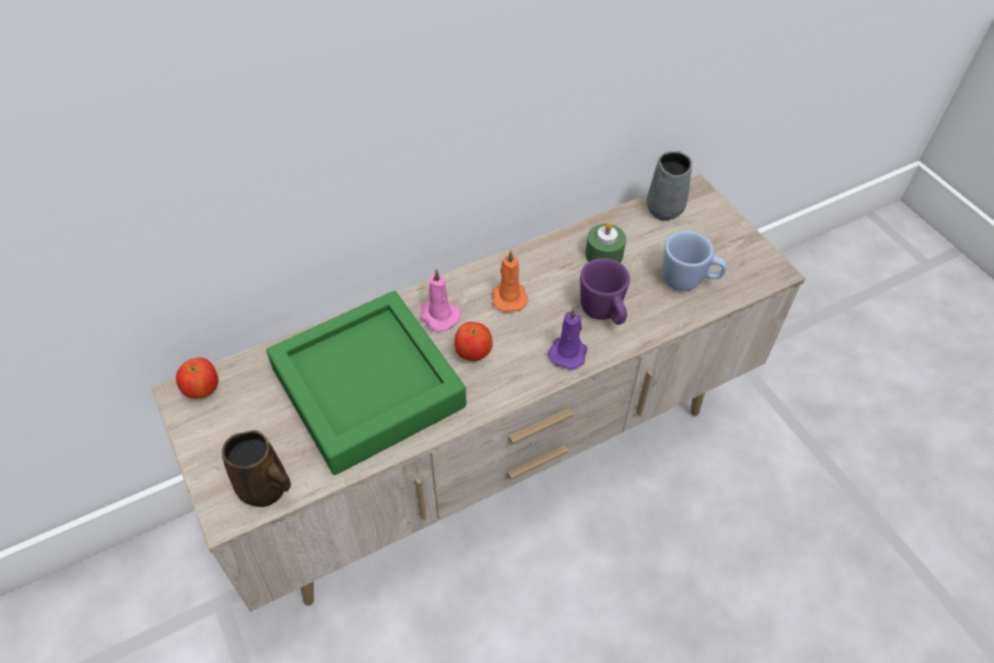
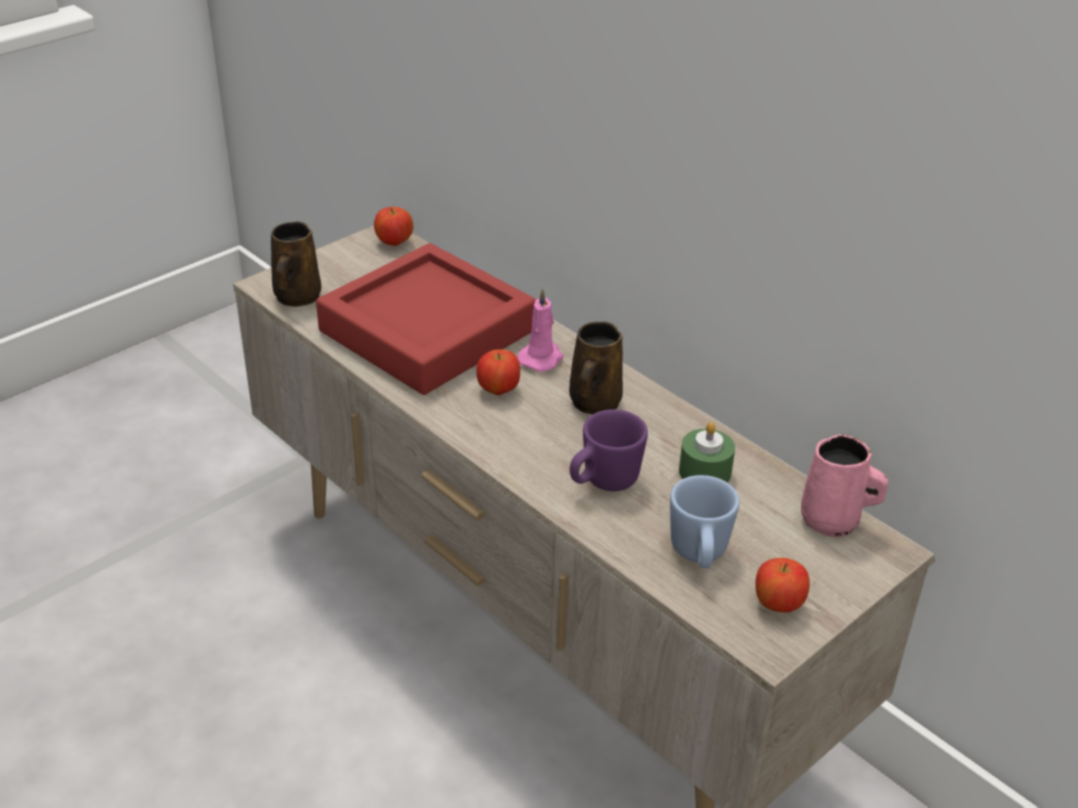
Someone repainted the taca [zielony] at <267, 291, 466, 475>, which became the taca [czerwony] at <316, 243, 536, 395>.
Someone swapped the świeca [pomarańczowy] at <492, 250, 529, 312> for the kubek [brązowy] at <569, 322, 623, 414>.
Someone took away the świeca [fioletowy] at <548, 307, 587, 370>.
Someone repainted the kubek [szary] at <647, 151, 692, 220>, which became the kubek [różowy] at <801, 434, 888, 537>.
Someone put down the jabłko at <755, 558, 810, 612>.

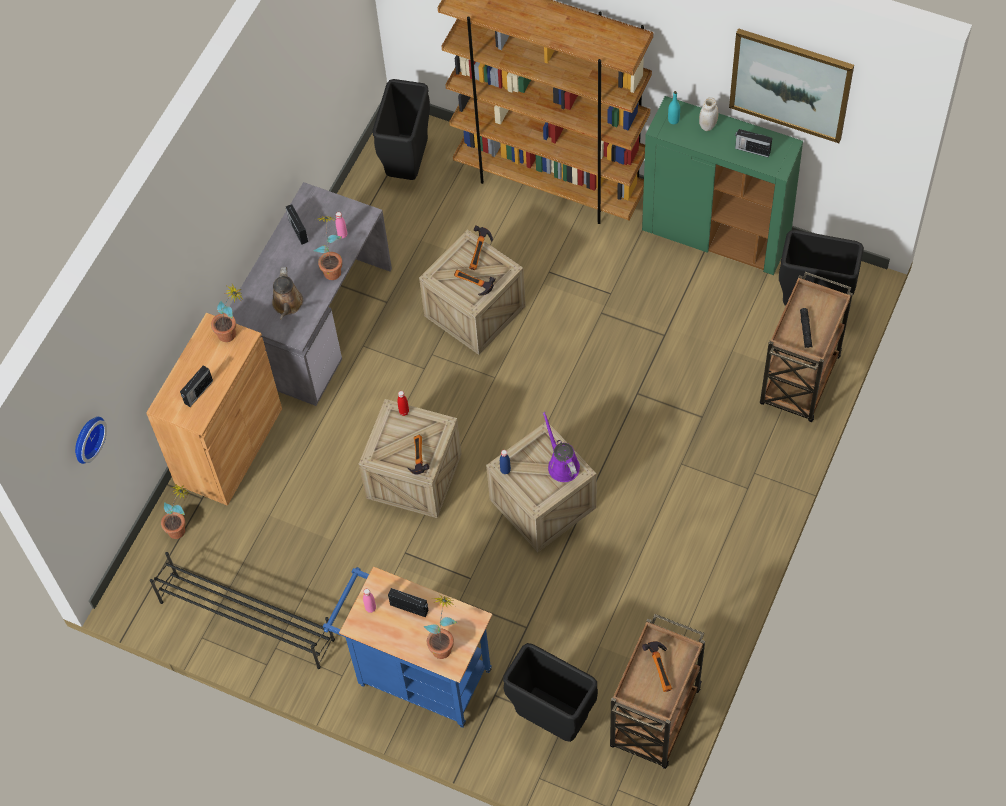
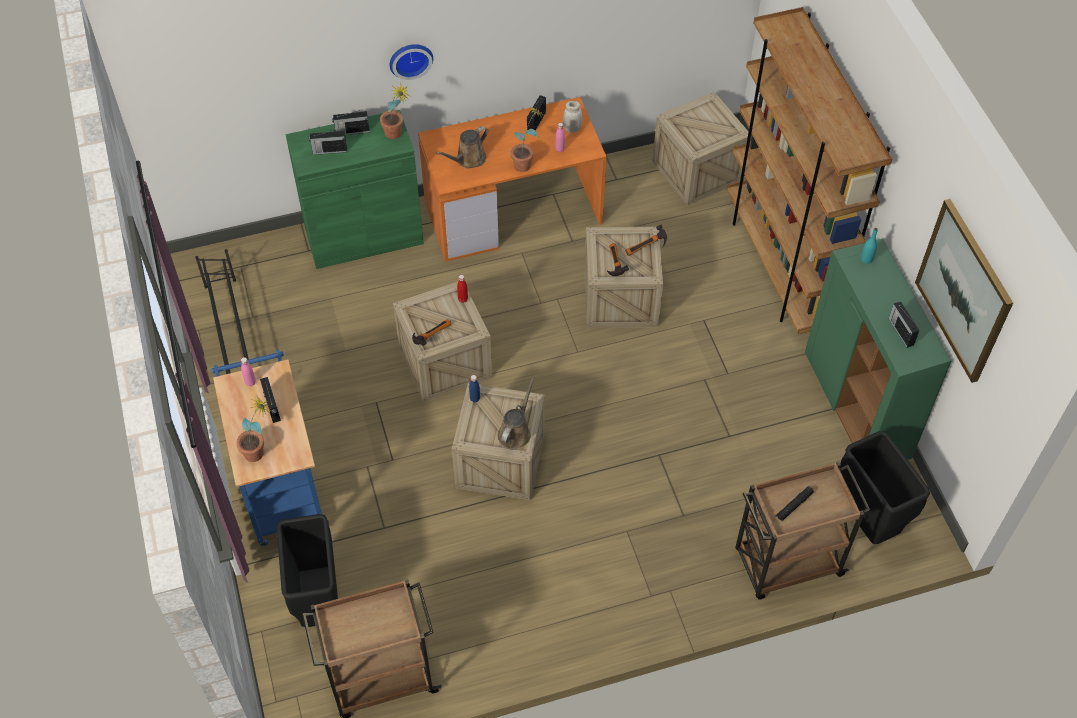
Someone carried the zegar ścienny from <75, 417, 107, 464> to <390, 44, 433, 80>.
Someone repainted the szafka [brązowy] at <146, 313, 282, 506>, which became the szafka [zielony] at <286, 110, 424, 269>.
Someone took away the roślina doniczkowa at <161, 482, 190, 539>.
Someone repainted the biurko [szary] at <230, 182, 392, 406>, which became the biurko [pomarańczowy] at <418, 97, 606, 262>.
Someone swapped the kosz na śmieci [czarny] at <372, 79, 430, 180> for the skrzynka at <652, 92, 752, 206>.
Someone repainted the konewka [fioletowy] at <543, 412, 580, 482>, which became the konewka [brązowy] at <498, 377, 535, 450>.
Someone took away the młotek at <642, 641, 672, 692>.
Someone carried the słoik [biały] from <699, 97, 718, 131> to <563, 101, 582, 133>.
Someone put down the radio at <332, 110, 370, 135>.

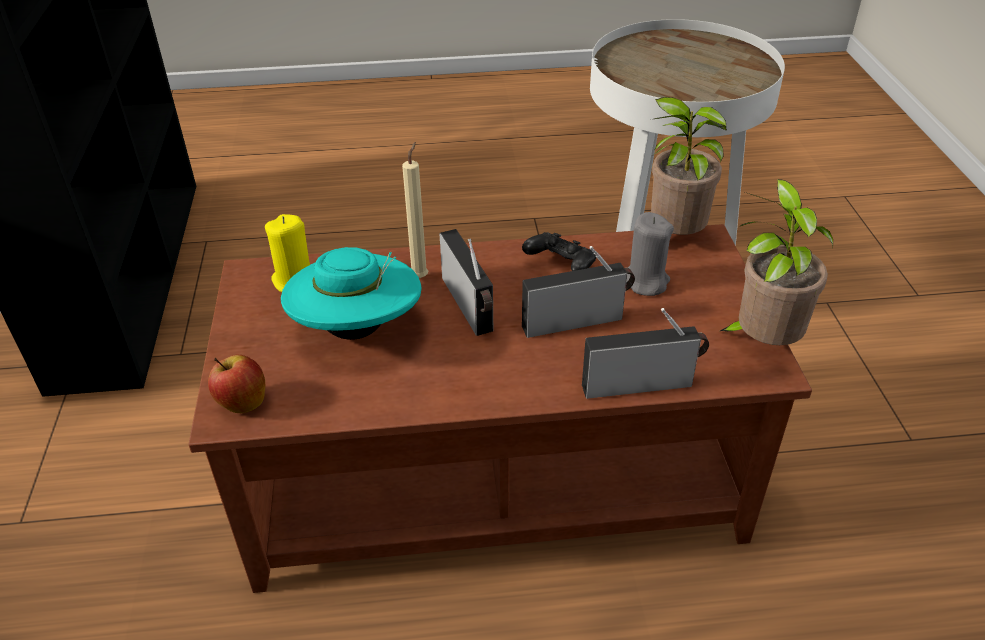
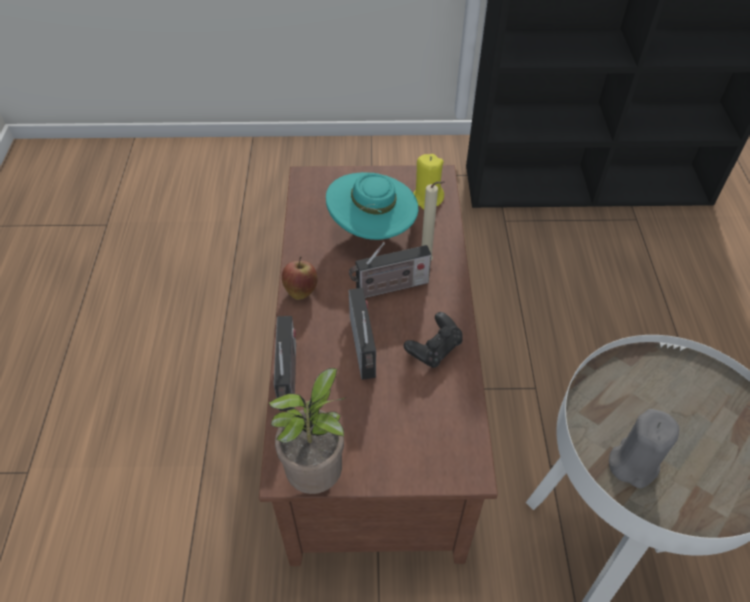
Someone carried the jabłko from <208, 355, 265, 413> to <282, 257, 317, 300>.
Someone carried the świeca [szary] from <626, 212, 674, 296> to <609, 409, 679, 488>.
Someone took away the roślina doniczkowa at <650, 97, 727, 235>.

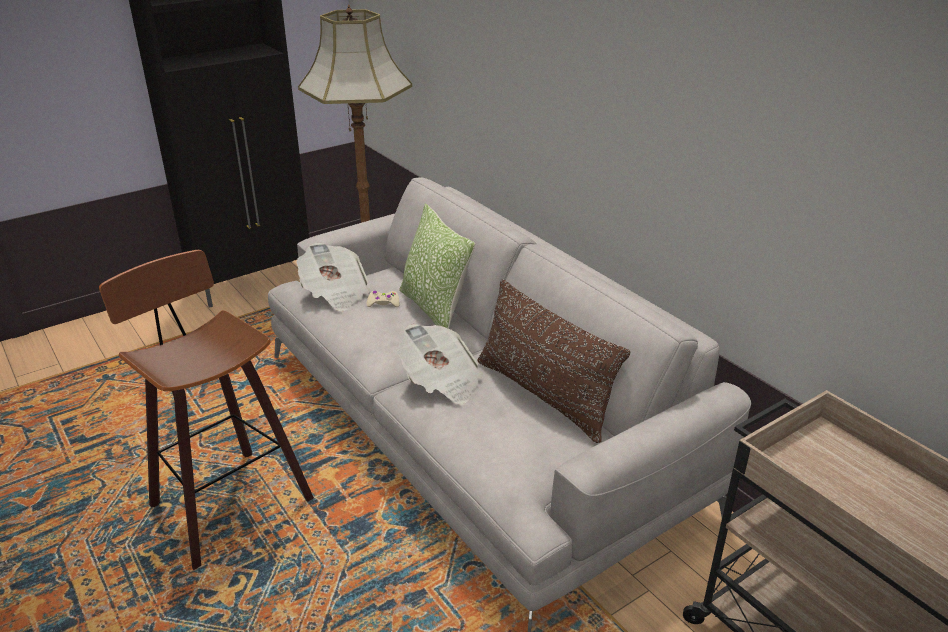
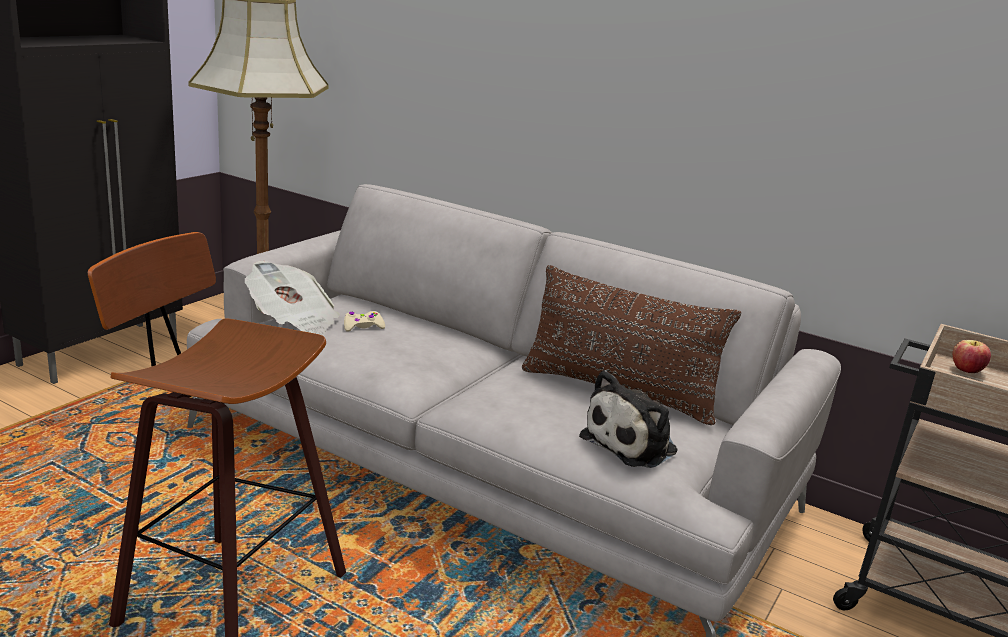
Someone took away the gazeta at <397, 324, 483, 405>.
Someone took away the poduszka at <399, 204, 475, 329>.
Someone put down the pluszak at <579, 370, 678, 468>.
Someone put down the jabłko at <952, 340, 991, 373>.

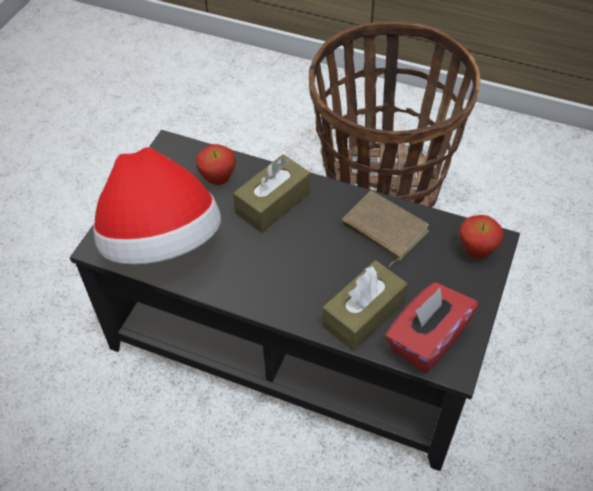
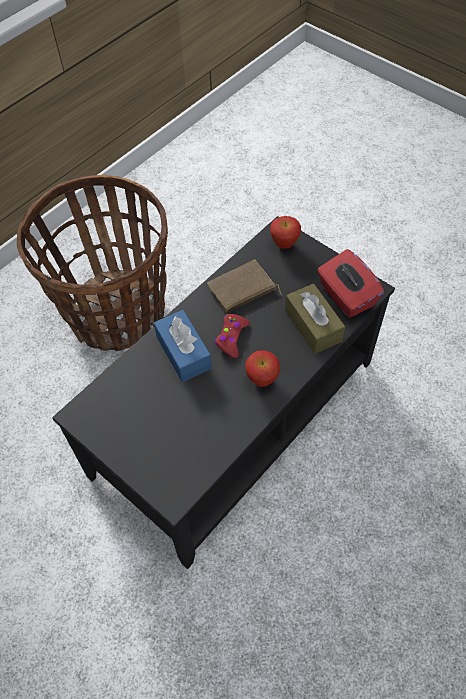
Someone took away the kapelusz at <93, 147, 221, 265>.
Someone carried the jabłko from <196, 144, 236, 185> to <245, 350, 280, 387>.
Someone repainted the pudełko chusteczek [brązowy] at <233, 154, 310, 233>, which became the pudełko chusteczek [niebieski] at <154, 310, 212, 382>.
Someone put down the pad do gier [czerwony] at <215, 314, 250, 358>.

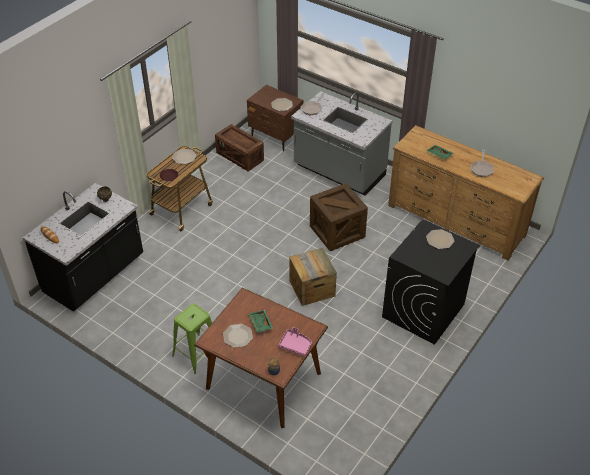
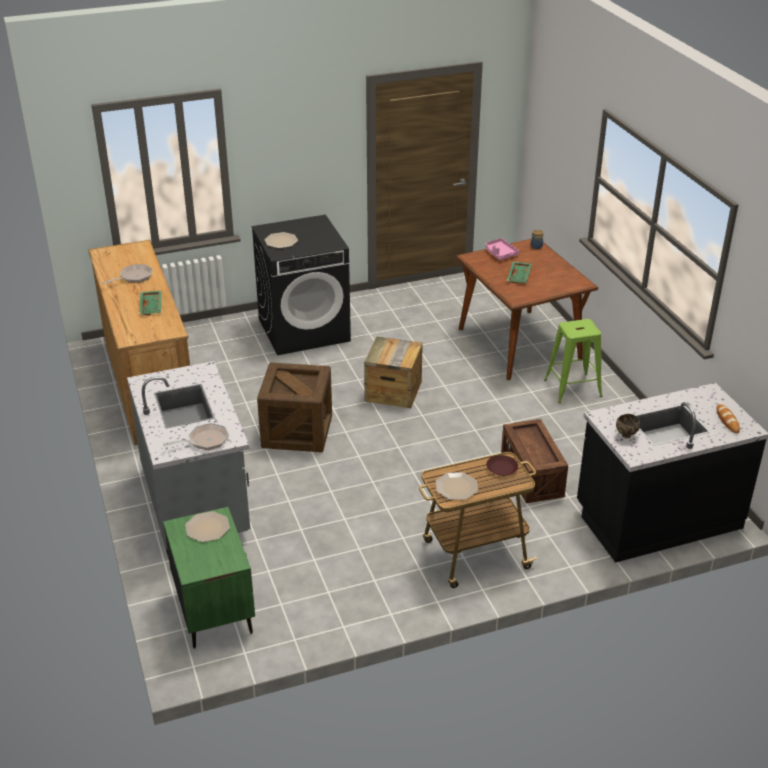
Someone carried the skrzynka from <215, 124, 264, 171> to <501, 419, 568, 503>.
Someone took away the talerz at <223, 324, 253, 348>.
Someone repainted the szafka nocna [brązowy] at <247, 85, 303, 151>, which became the szafka nocna [zielony] at <163, 507, 255, 649>.

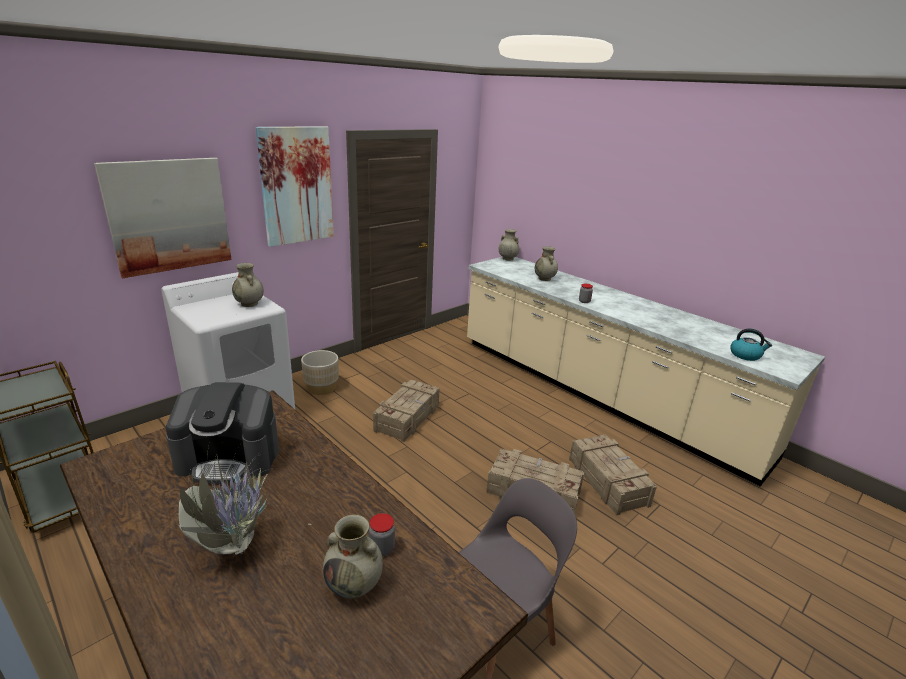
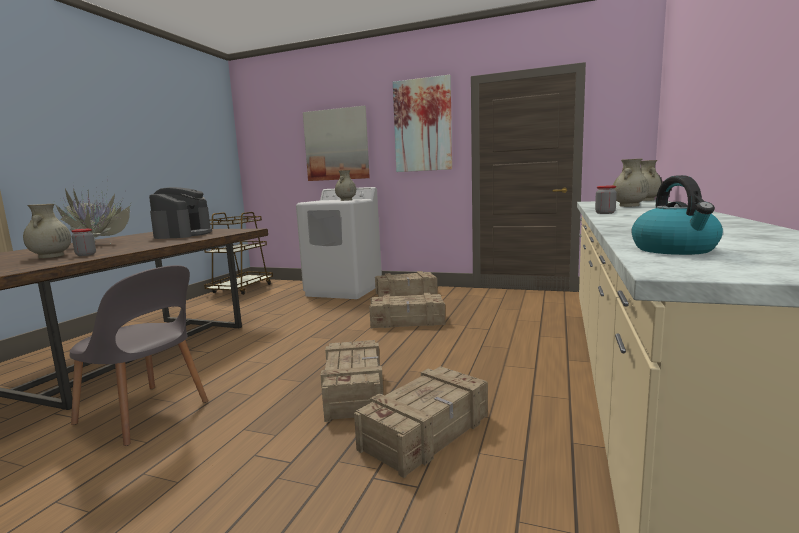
Someone rotated the ekspres do kawy at <165, 382, 279, 484> by 150 degrees counterclockwise.
Someone swapped the donica [beżowy] at <301, 350, 339, 395> for the skrzynka at <375, 271, 438, 297>.

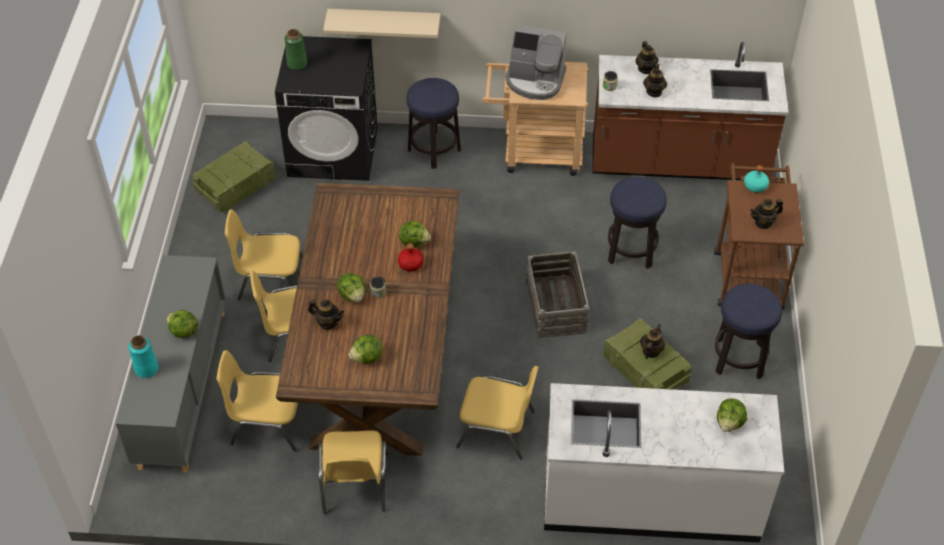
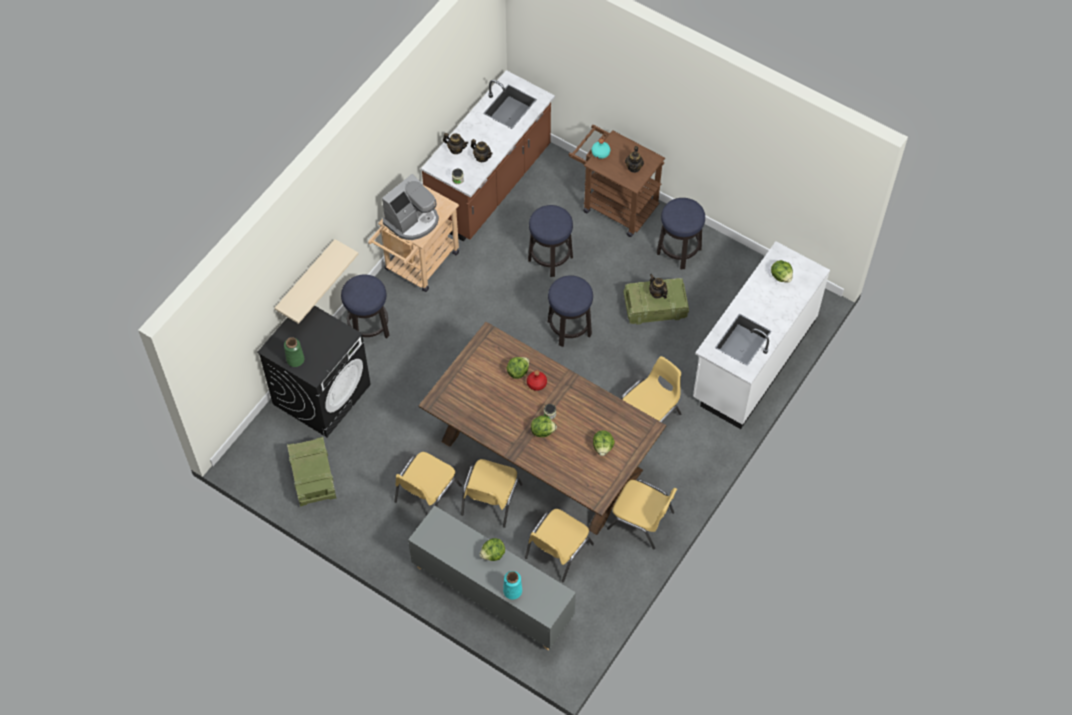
Someone took away the imbryk at <308, 299, 344, 329>.
Someone swapped the skrzynka at <526, 251, 590, 338> for the stołek at <548, 275, 593, 347>.

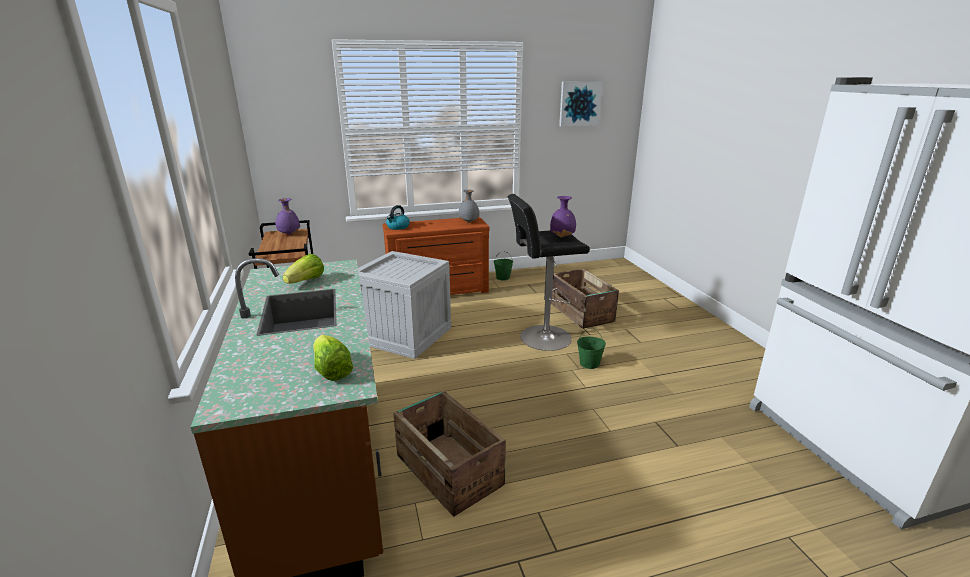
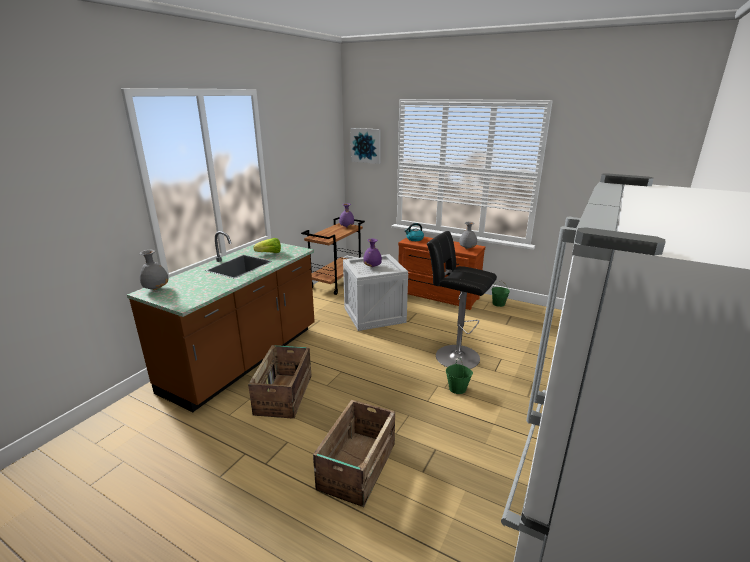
Someone took away the sałata at <313, 335, 353, 381>.
Someone carried the wazon [fioletowy] from <550, 196, 576, 238> to <363, 239, 382, 267>.
Someone carried the skrzynka from <551, 269, 619, 329> to <313, 400, 395, 507>.
Someone carried the obraz from <559, 81, 602, 127> to <351, 128, 381, 164>.
Someone put down the wazon [szary] at <139, 250, 169, 290>.

